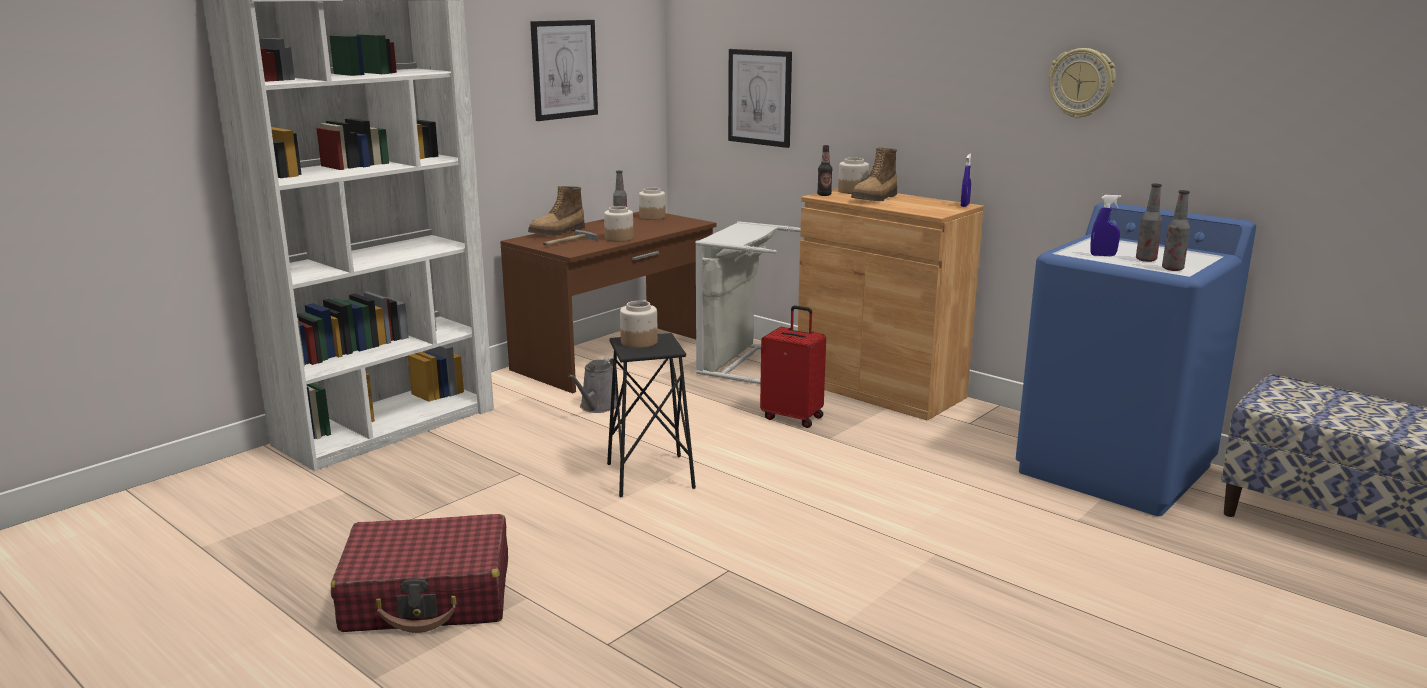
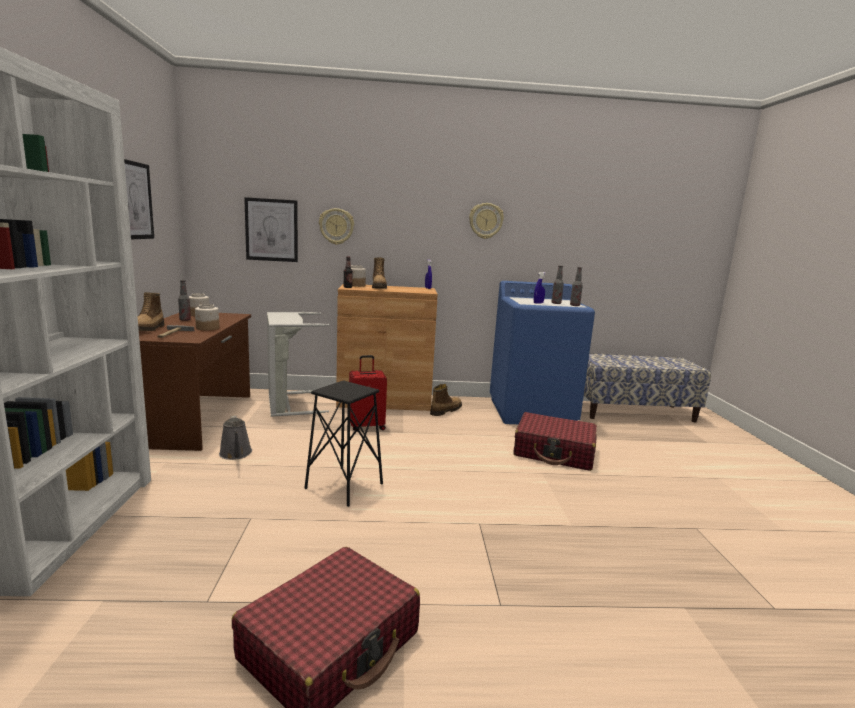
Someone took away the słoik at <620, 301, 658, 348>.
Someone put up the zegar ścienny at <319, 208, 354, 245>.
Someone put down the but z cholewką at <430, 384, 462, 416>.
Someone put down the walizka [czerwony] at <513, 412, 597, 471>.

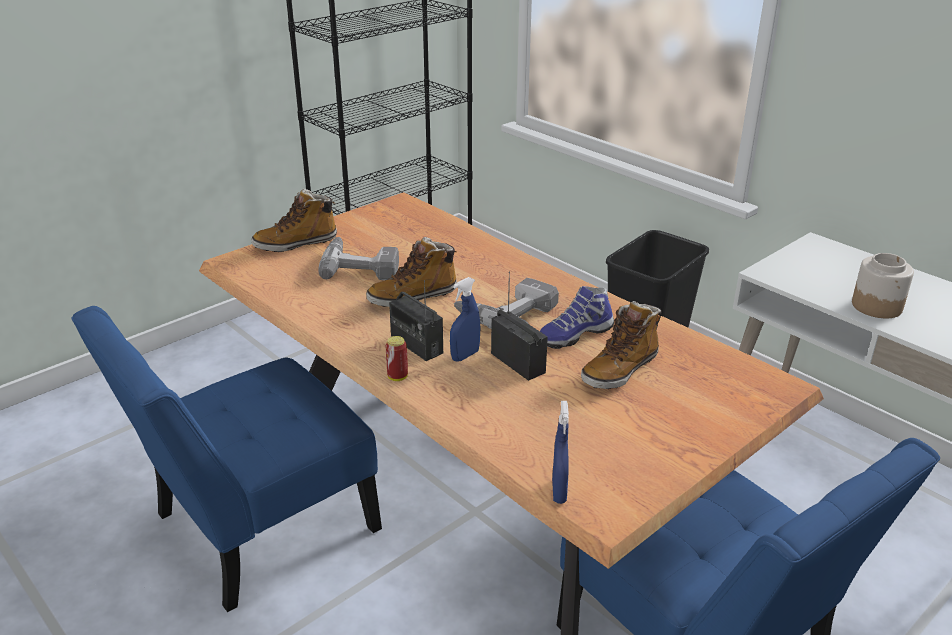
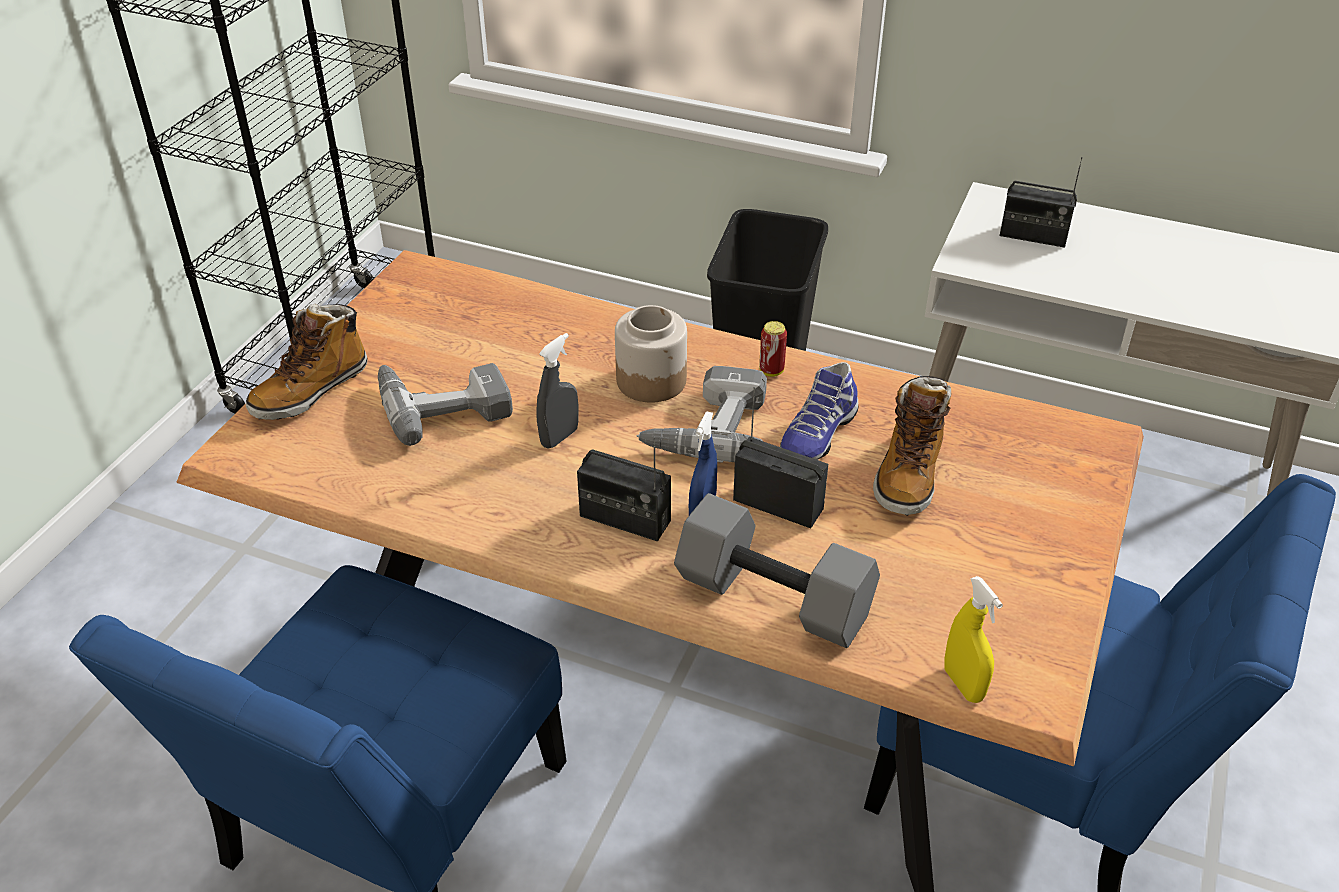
Someone swapped the but z cholewką at <366, 237, 457, 307> for the spryskiwacz [szary] at <536, 333, 579, 449>.
Someone carried the puszka from <386, 336, 408, 381> to <759, 321, 787, 377>.
Someone repainted the spryskiwacz [niebieski] at <552, 401, 569, 504>, which became the spryskiwacz [żółty] at <944, 576, 1003, 703>.
Someone carried the słoik from <852, 253, 914, 318> to <615, 305, 687, 403>.
Someone put down the hantel [szary] at <674, 493, 880, 648>.
Someone put down the radio at <999, 157, 1083, 248>.

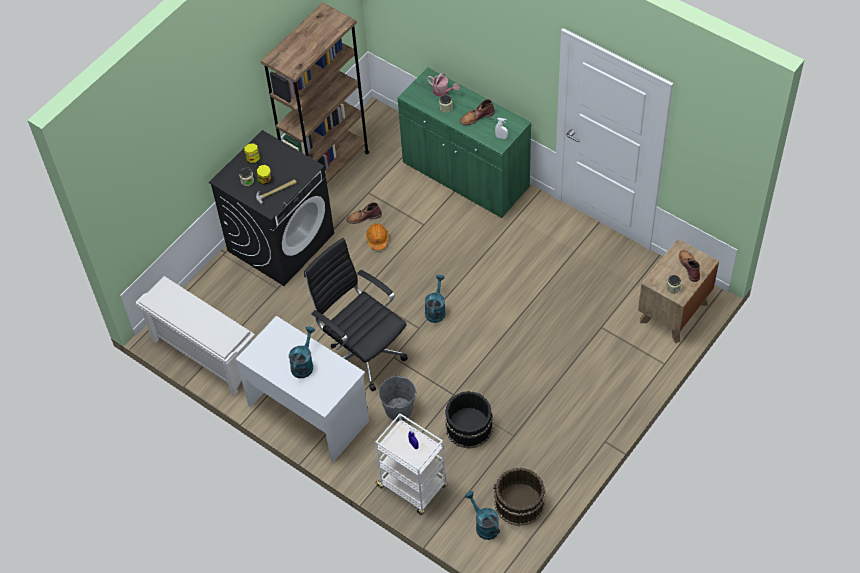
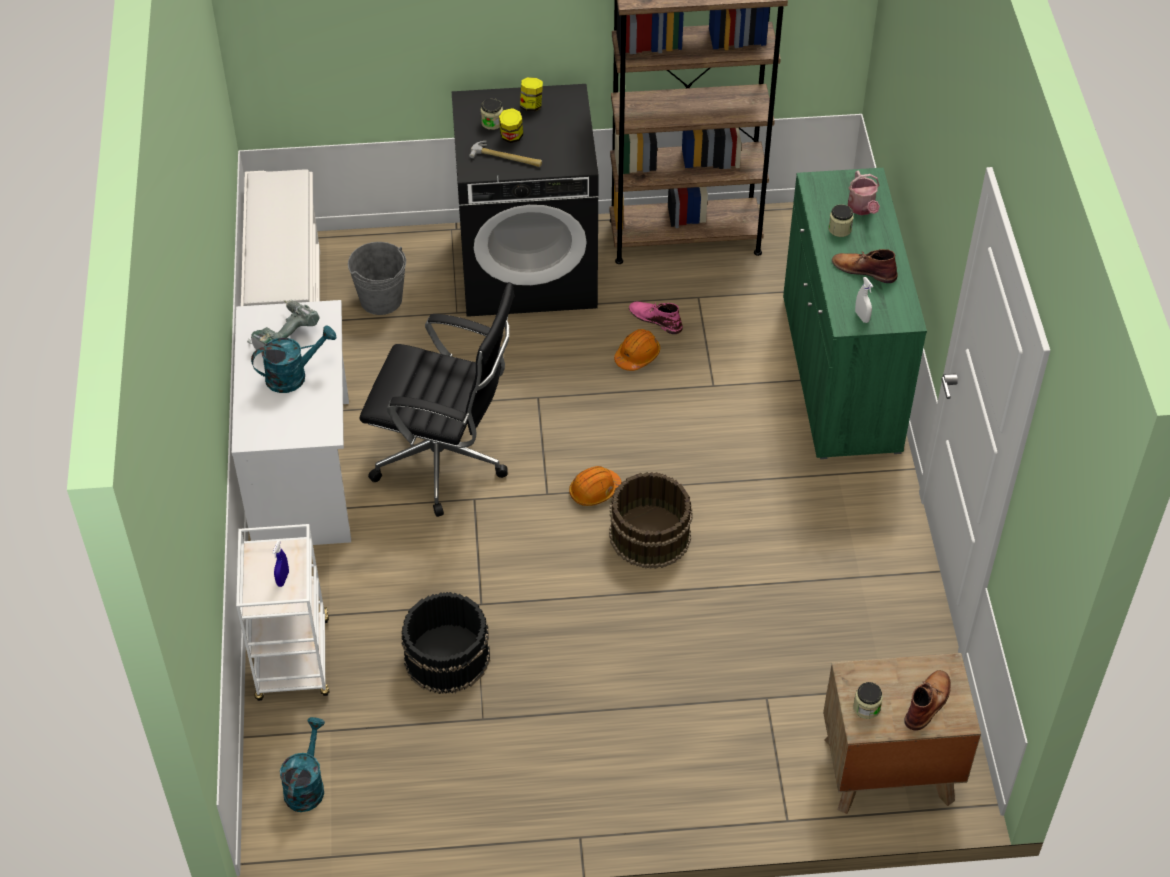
Someone rotated the krzesło biurowe [czarny] at <304, 238, 408, 392> by 105 degrees clockwise.
Someone repainted the but z cholewką [brązowy] at <346, 202, 382, 224>, which became the but z cholewką [różowy] at <629, 301, 683, 334>.
Someone carried the wiadro [szary] from <378, 374, 417, 421> to <348, 242, 406, 315>.
Someone swapped the konewka [turkusowy] at <425, 275, 446, 323> for the kask [pomarańczowy] at <569, 466, 622, 506>.
Someone carried the wiadro [brązowy] from <493, 467, 546, 526> to <609, 472, 693, 569>.
Someone put down the wiertarka at <247, 299, 319, 353>.

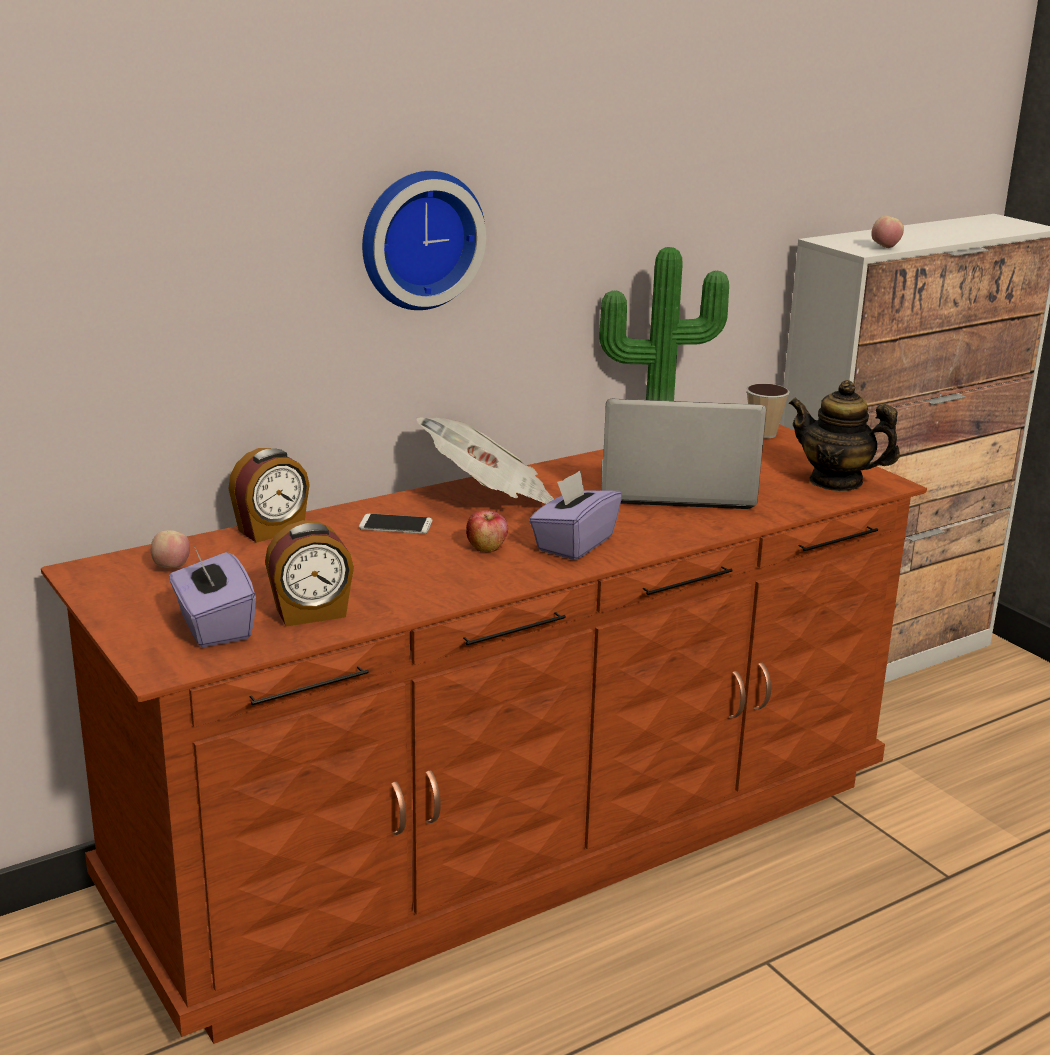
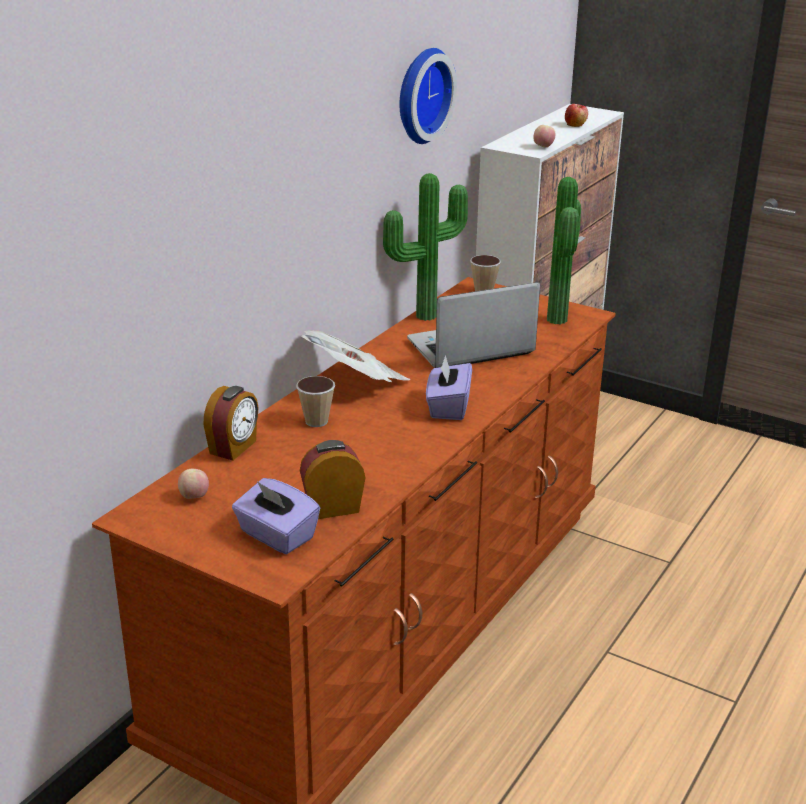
Someone rotated the budzik at <265, 520, 354, 627> by 150 degrees counterclockwise.
Someone swapped the telefon at <359, 514, 433, 534> for the filiżanka at <296, 376, 335, 427>.
Someone carried the zegar ścienny from <362, 171, 486, 310> to <400, 48, 457, 144>.
Someone carried the jabłko from <466, 510, 508, 552> to <565, 104, 588, 127>.
Someone swapped the imbryk at <789, 380, 900, 491> for the roślina doniczkowa at <547, 177, 581, 324>.

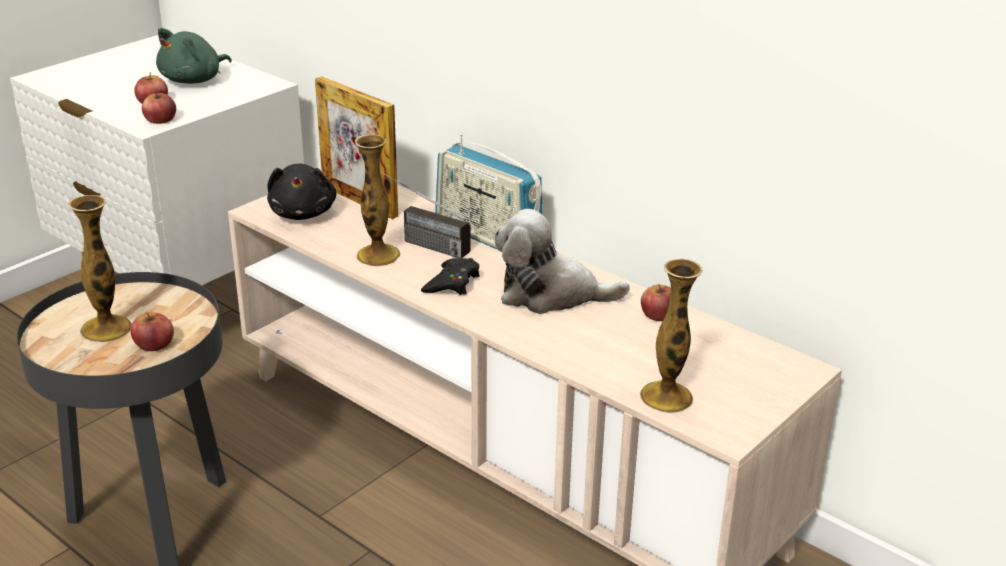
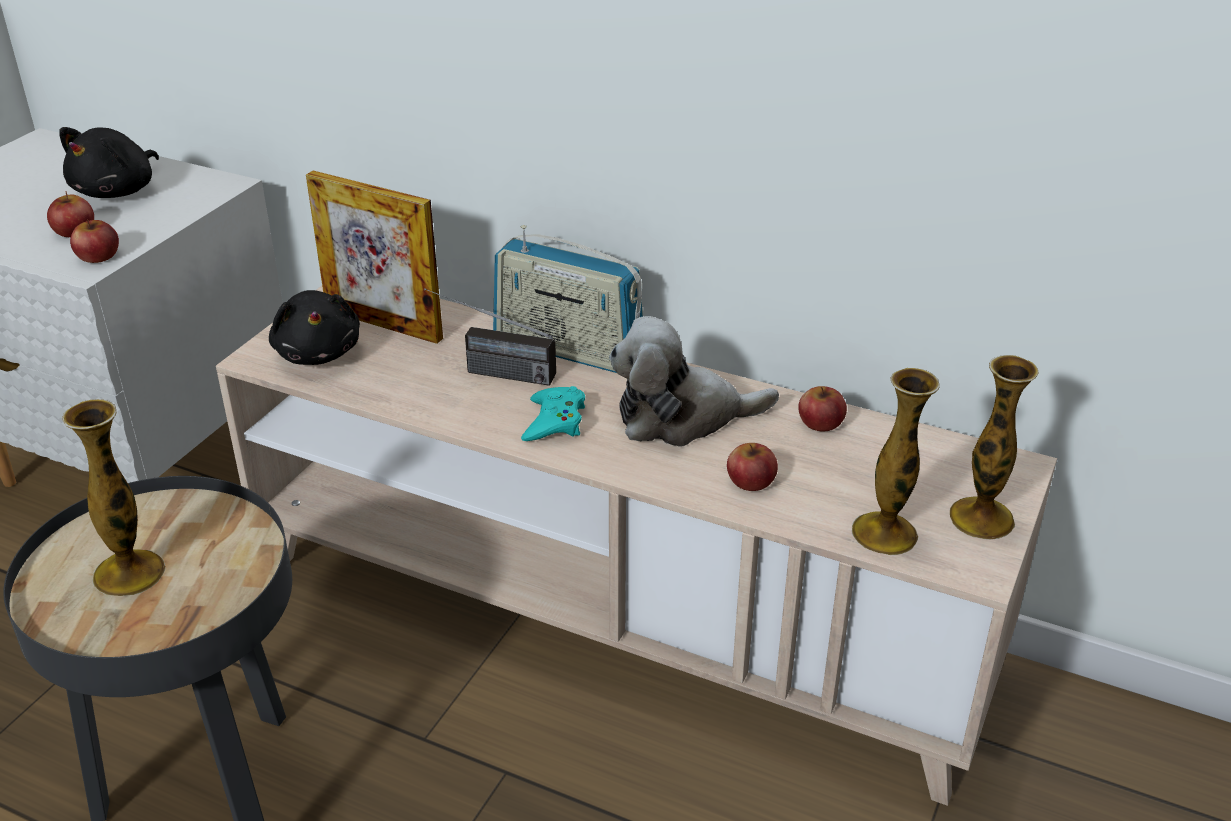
Someone carried the jabłko from <131, 312, 174, 351> to <727, 443, 778, 491>.
Someone repainted the pluszak [zielony] at <156, 28, 232, 84>, which became the pluszak [czarny] at <59, 127, 159, 198>.
Someone carried the wazon from <355, 135, 400, 266> to <950, 355, 1039, 540>.
Someone repainted the pad do gier [czarny] at <421, 258, 480, 295>, which became the pad do gier [turkusowy] at <521, 386, 585, 441>.

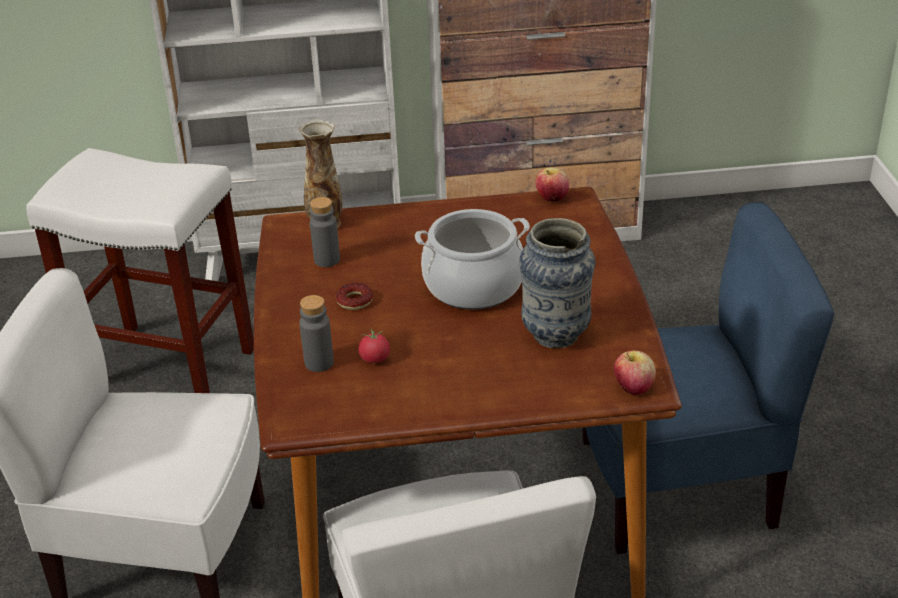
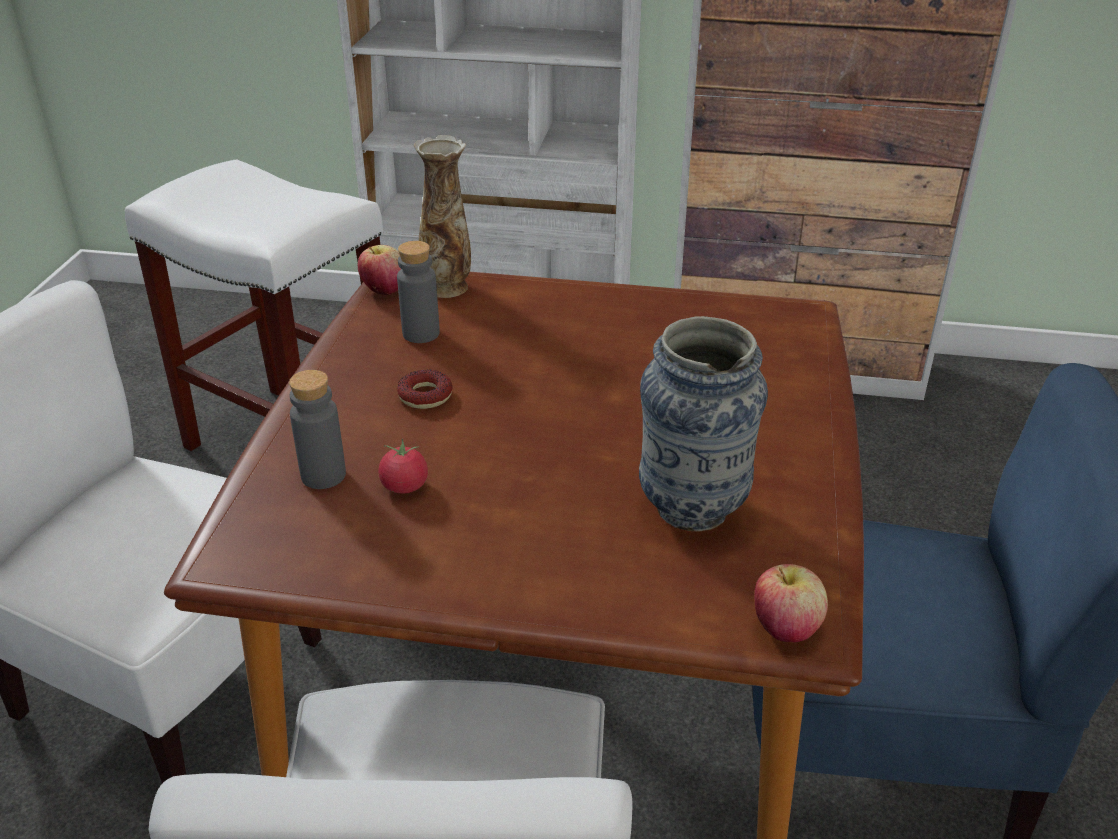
Someone took away the garnek at <415, 209, 530, 310>.
Someone carried the jabłko from <535, 167, 569, 202> to <358, 245, 401, 295>.

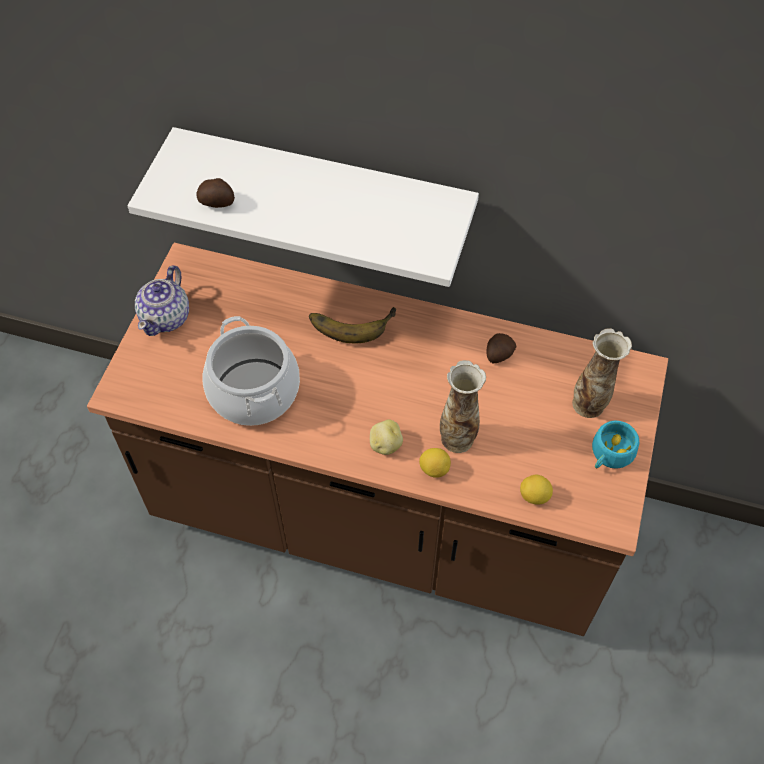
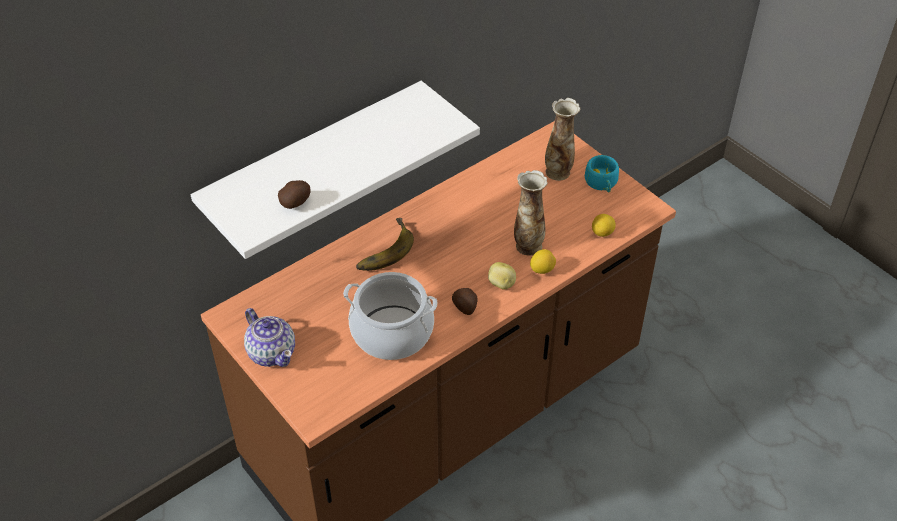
Someone carried the ziemniak from <487, 333, 516, 364> to <452, 288, 477, 315>.

